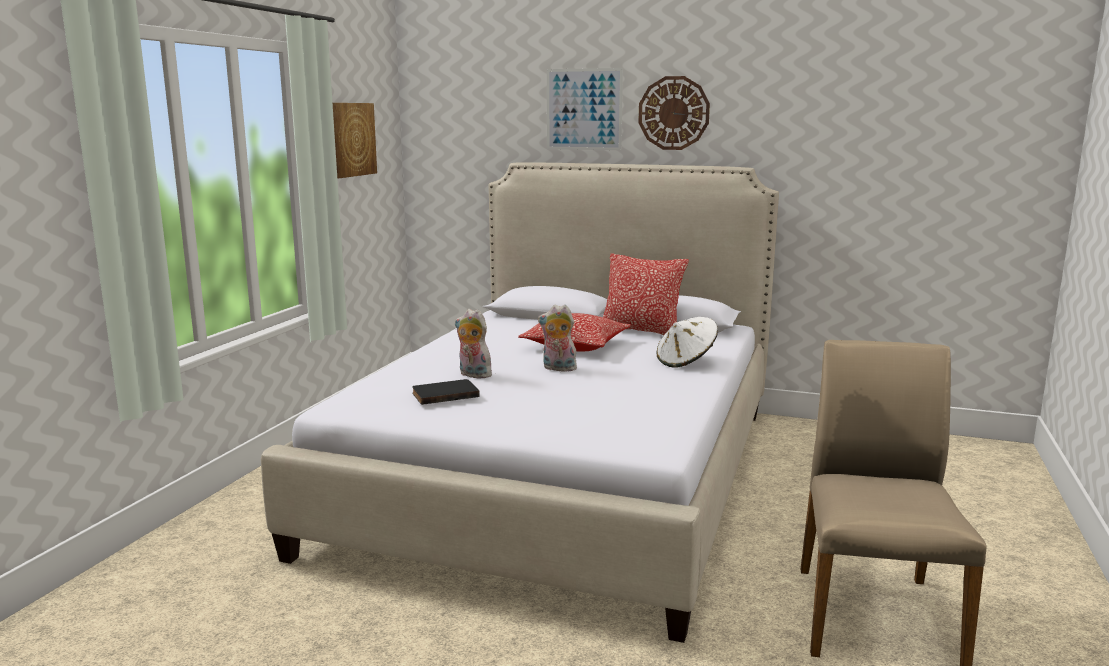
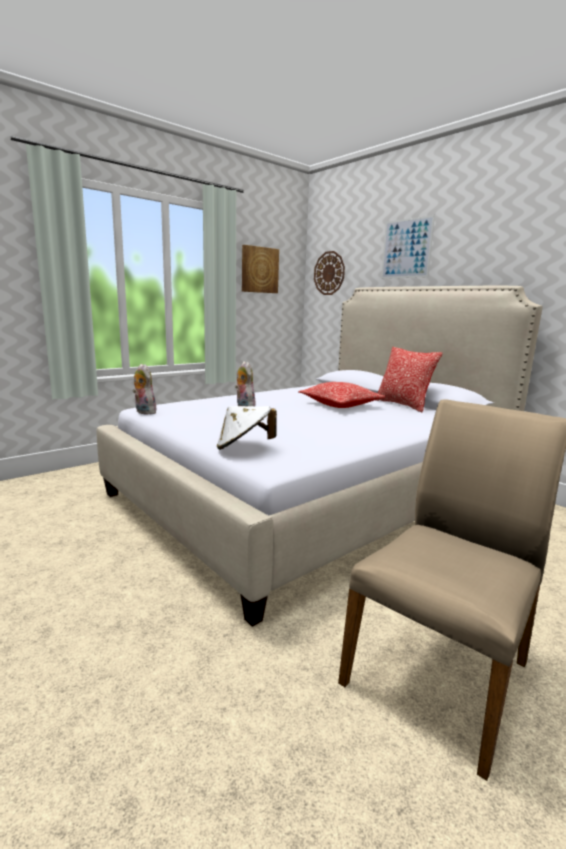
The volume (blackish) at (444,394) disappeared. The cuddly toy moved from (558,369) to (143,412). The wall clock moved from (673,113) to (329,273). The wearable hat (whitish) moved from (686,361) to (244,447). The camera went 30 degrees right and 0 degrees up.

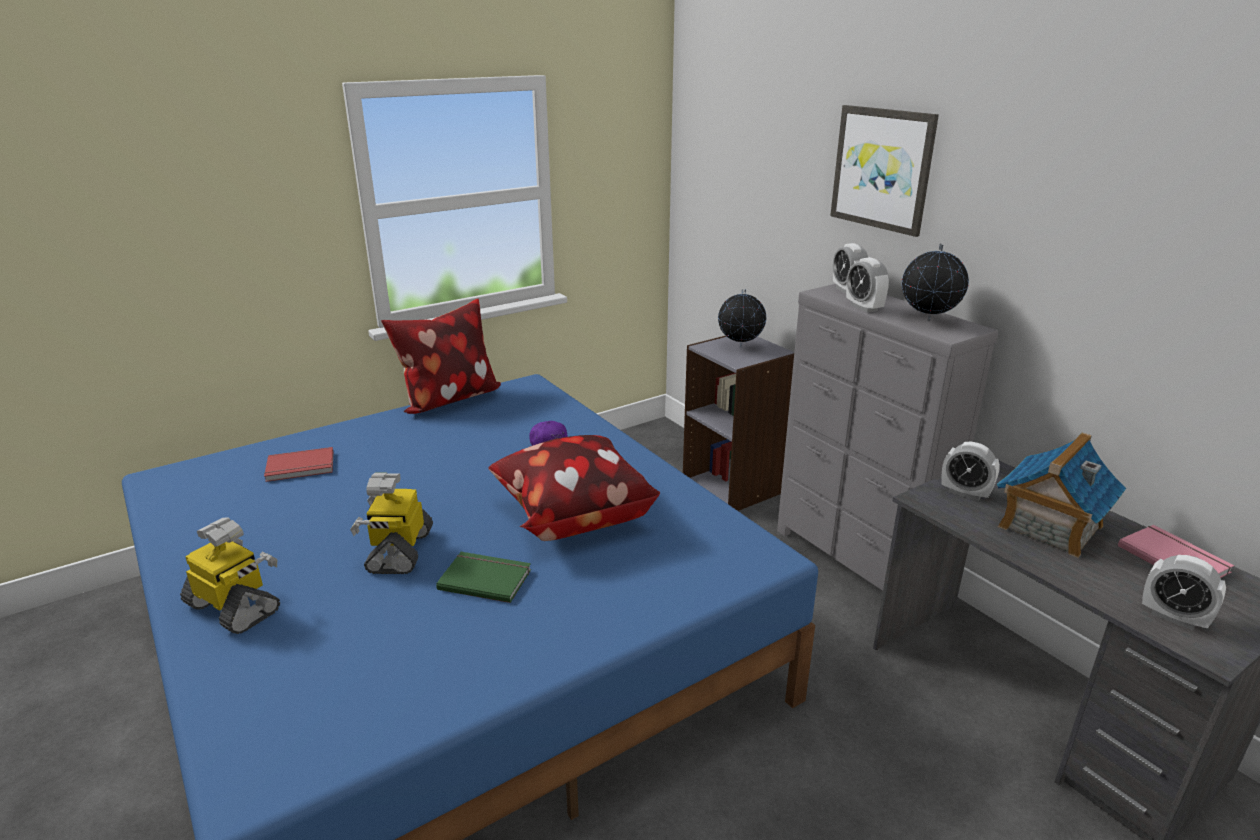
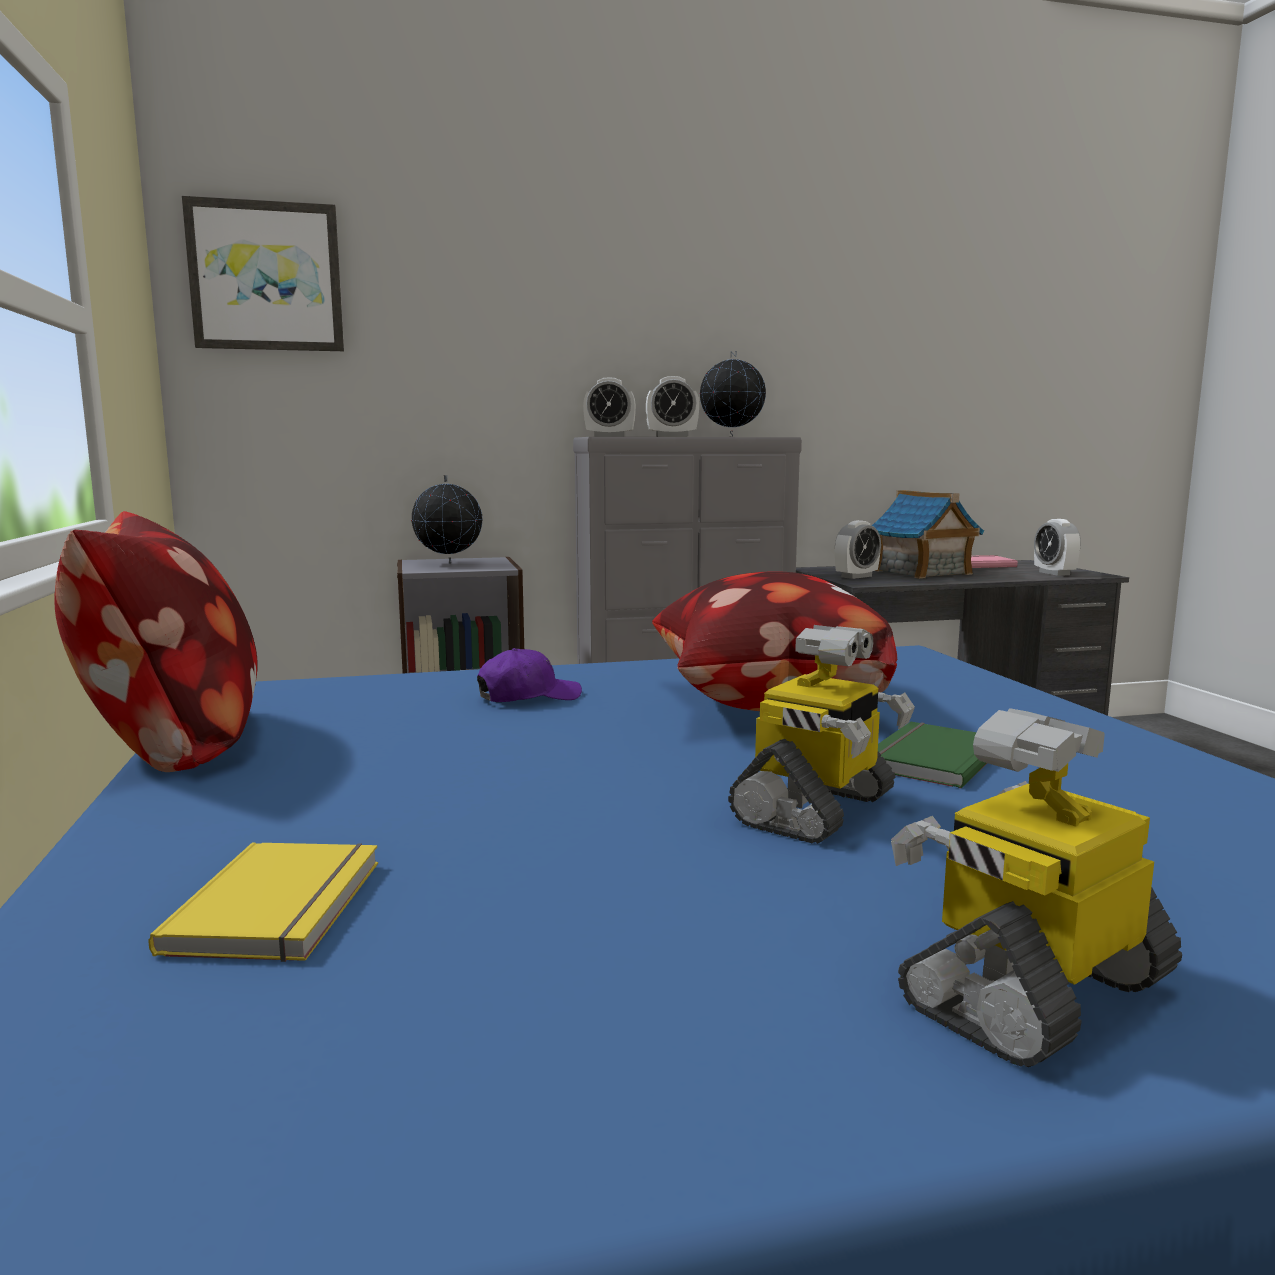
The wall art moved from (882,169) to (266,277). The volume (red-coloured) at (300,467) became the volume (yellow-coloured) at (283,905). The toy robot at (399,551) turned 75 degrees counterclockwise. The bedside clock at (1173,617) turned 105 degrees clockwise. The camera went 70 degrees left and 15 degrees down.

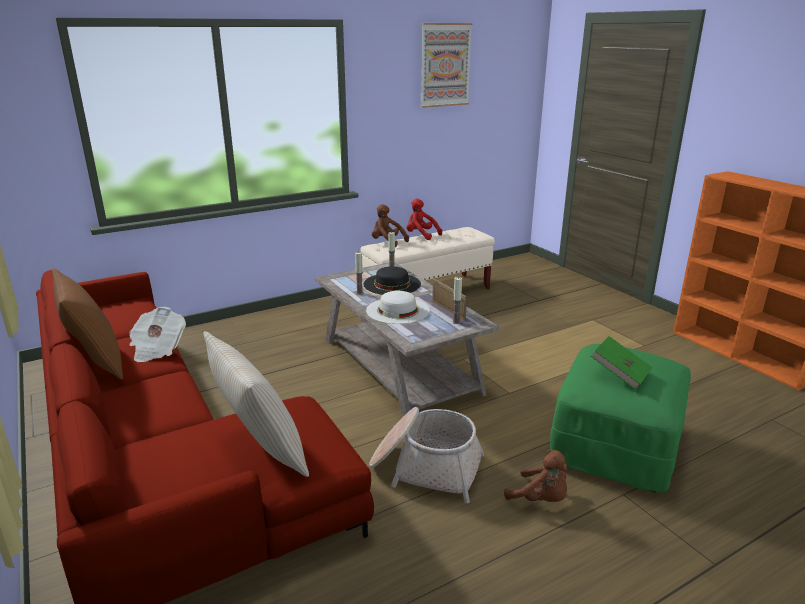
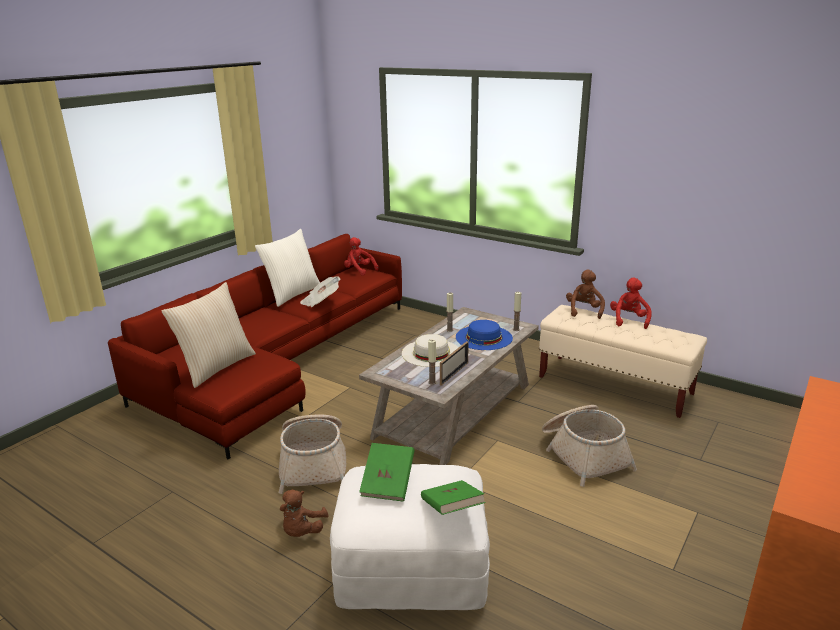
The wall art at (445,65) disappeared. The cuddly toy (red-coloured) at (359,270) appeared. The volume (green-coloured) at (451,509) appeared. The household basket at (583,454) appeared. The pillow (brown) at (96,363) became the pillow (whitish) at (292,294). The wearable hat (blackish) at (392,284) became the wearable hat (blue-coloured) at (484,337). The footrest (green-coloured) at (616,445) became the footrest (whitish) at (411,569). The camera went 65 degrees right and 0 degrees up.

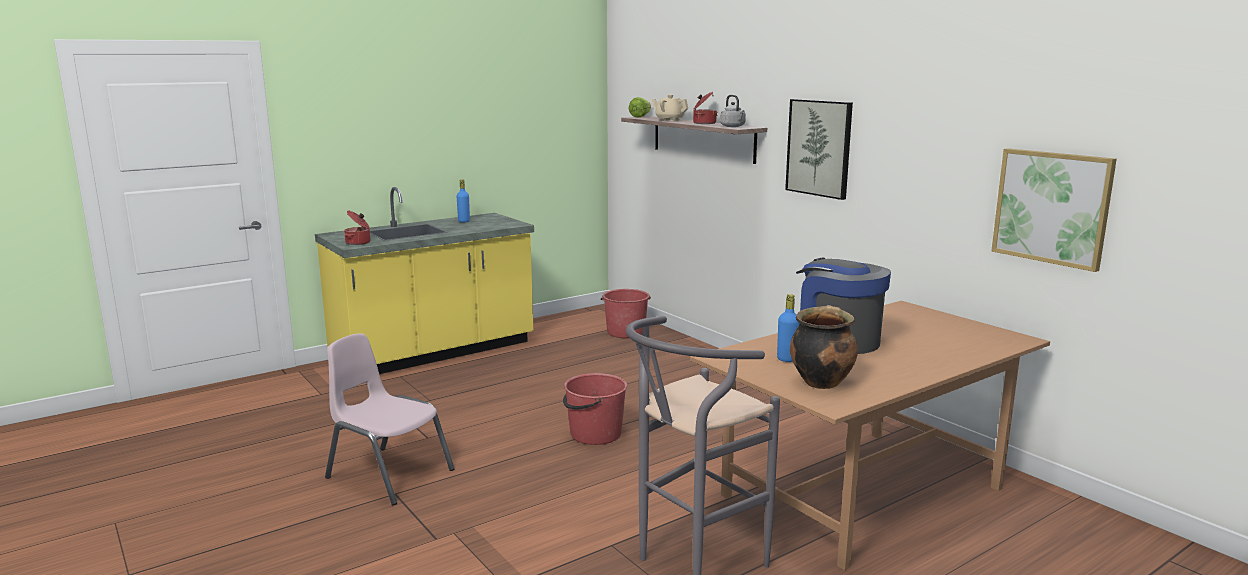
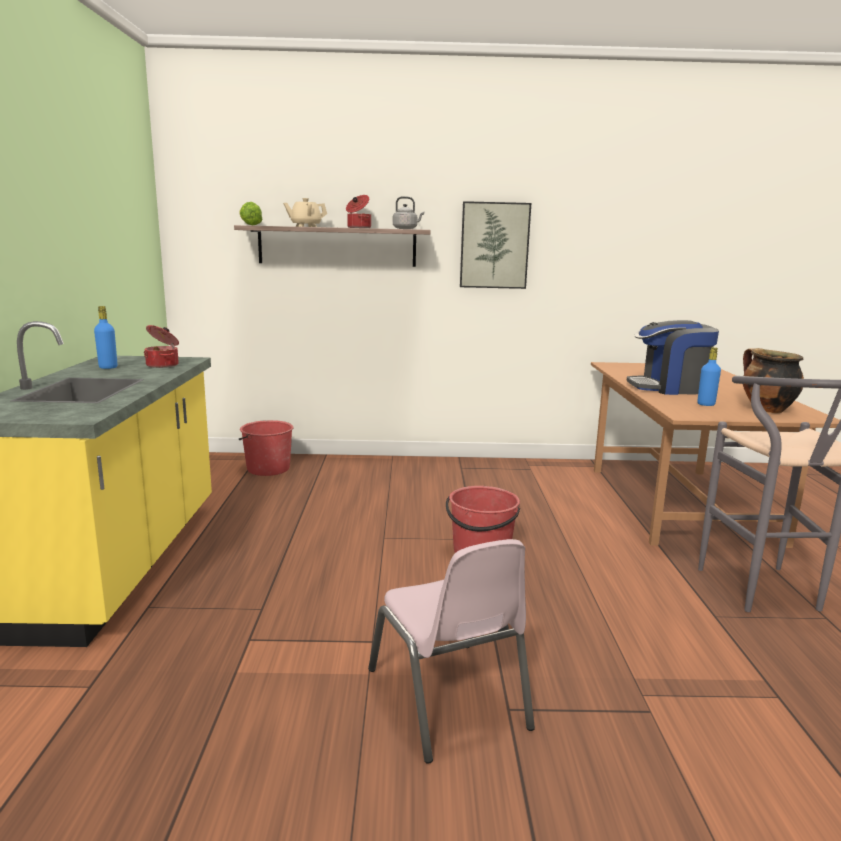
The wall art at (1052,207) disappeared. The stockpot moved from (358,242) to (163,365). The plain chair (pink-coloured) at (389,474) turned 90 degrees counterclockwise. The camera went 55 degrees left and 0 degrees up.

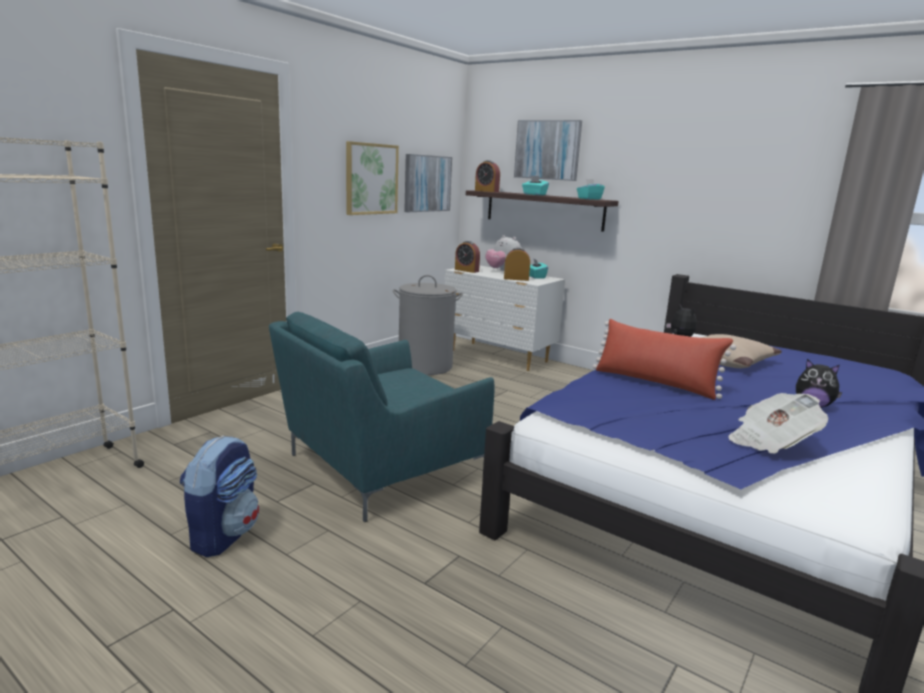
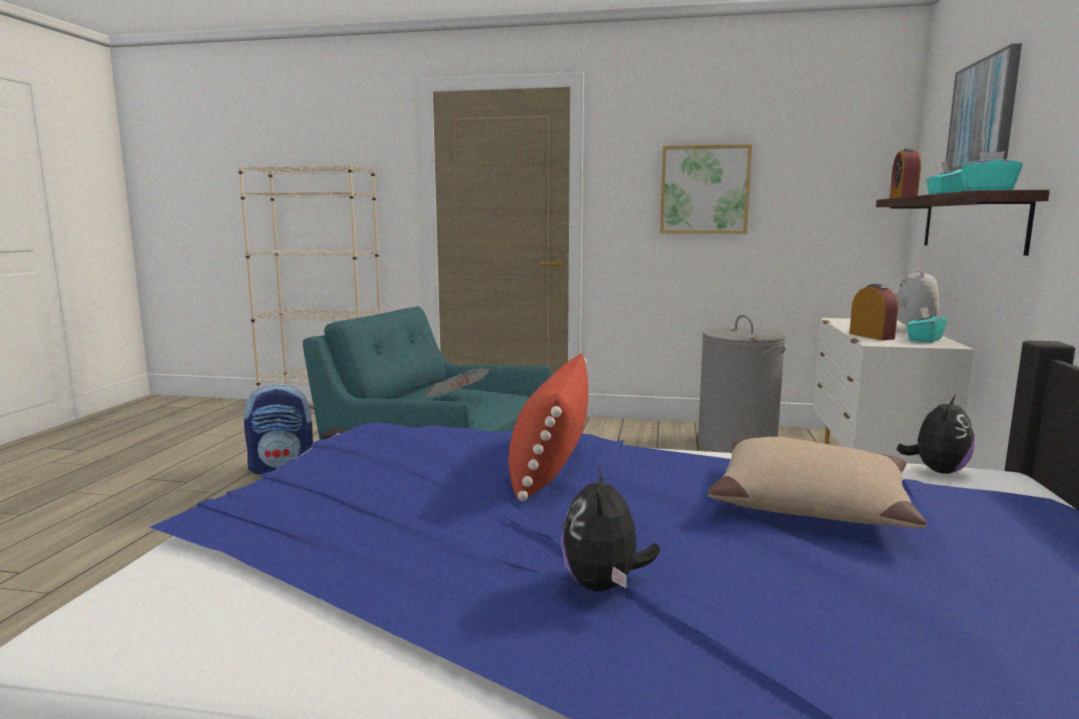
The wall art at (427,183) disappeared. The bedside clock at (466,270) disappeared. The daily paper moved from (771,442) to (456,401). The camera went 65 degrees right and 5 degrees down.

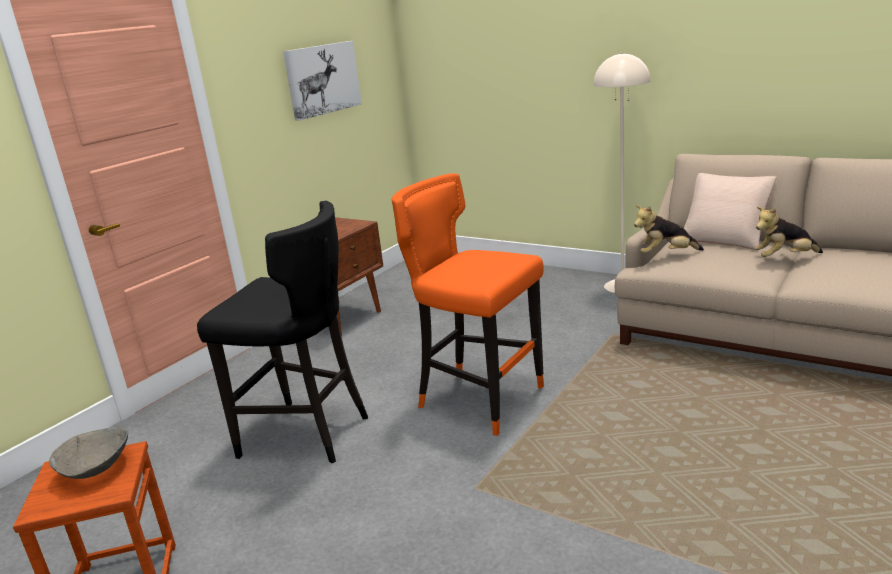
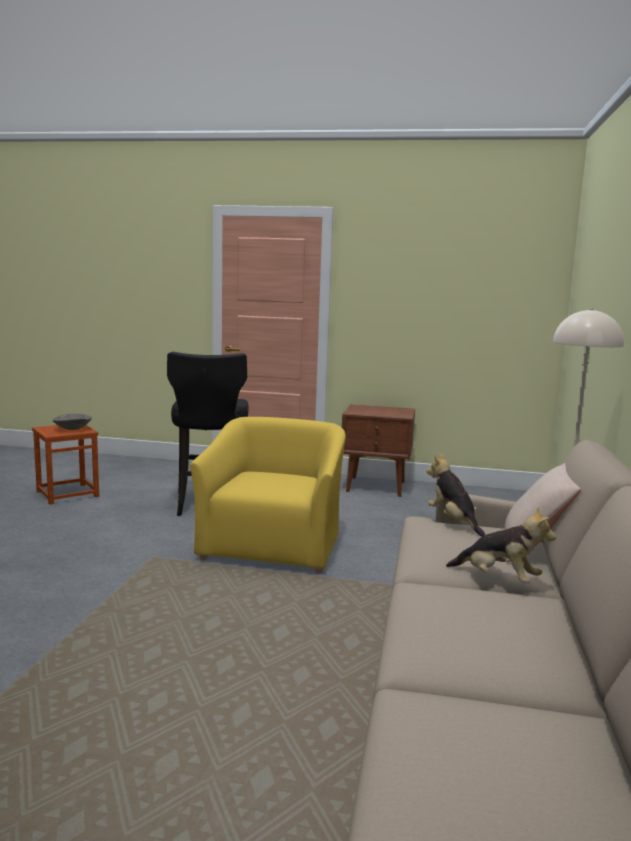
The wall art at (322,79) disappeared. The stool seat (orange) at (479,399) was replaced by the easy chair (yellow-coloured) at (272,546). The cuddly toy at (784,258) turned 150 degrees clockwise. The camera went 65 degrees right and 10 degrees down.

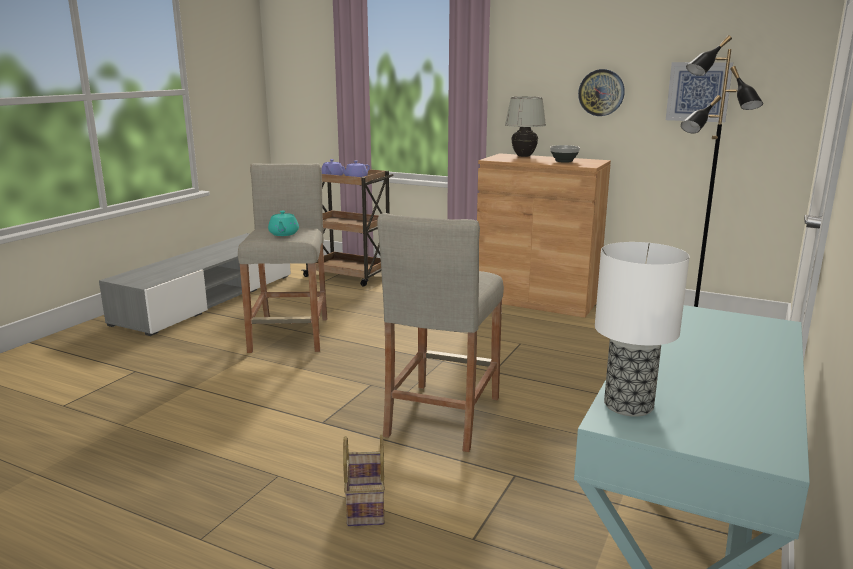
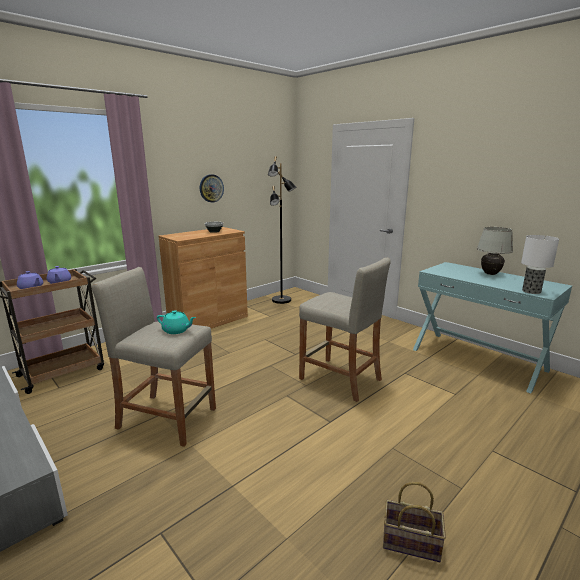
The wall art at (698,92) disappeared. The household basket moved from (364,503) to (409,543). The lamp for a table (whitish) moved from (524,156) to (490,274). The camera went 70 degrees left and 0 degrees up.

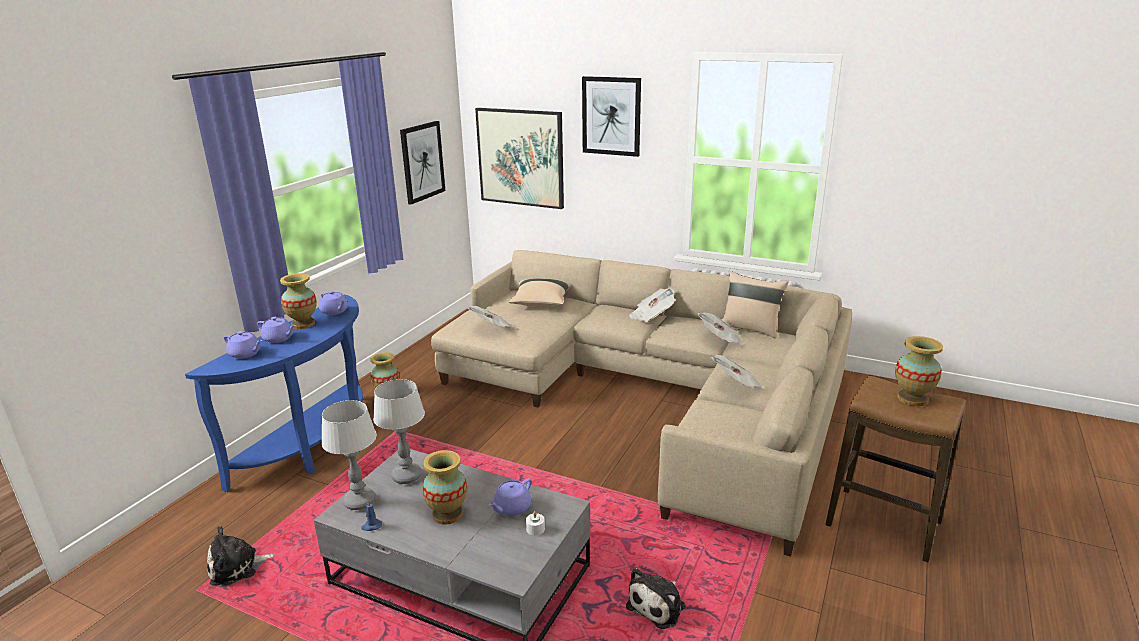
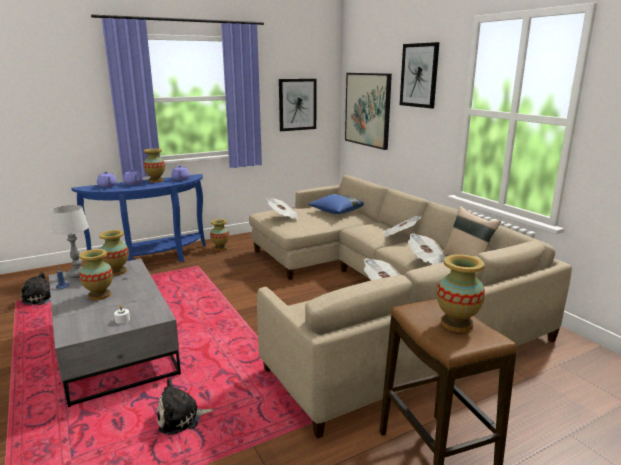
The teapot (purple-coloured) at (511,508) disappeared. The lamp for a table at (406,476) was replaced by the vase at (116,271). The pillow (beige-coloured) at (541,303) became the pillow (blue-coloured) at (336,212). The camera went 35 degrees right and 5 degrees down.

